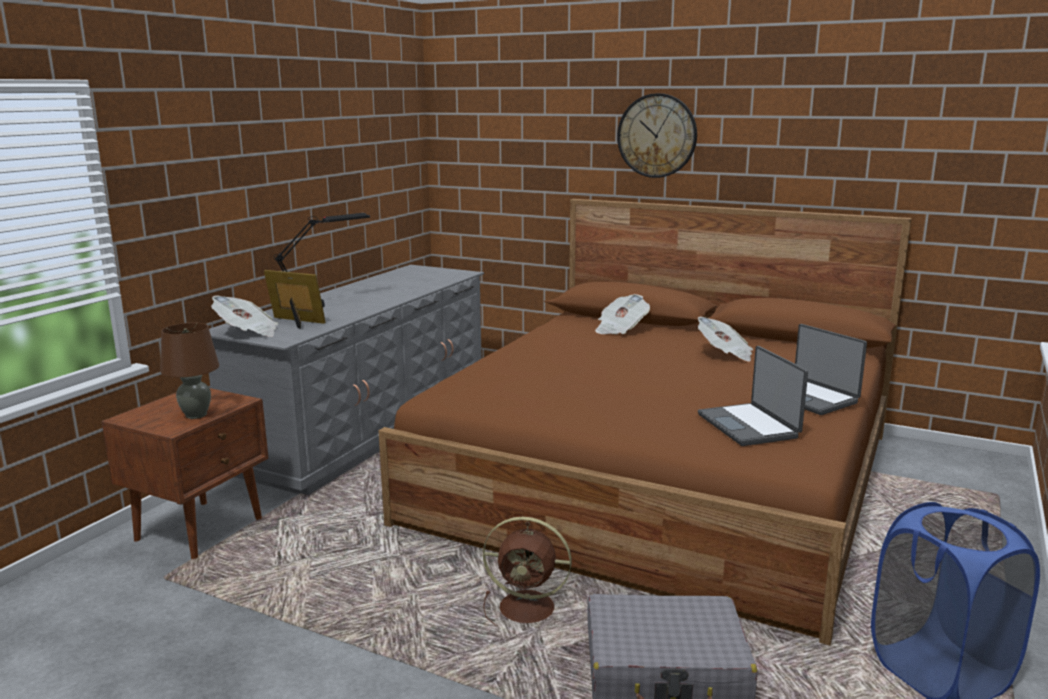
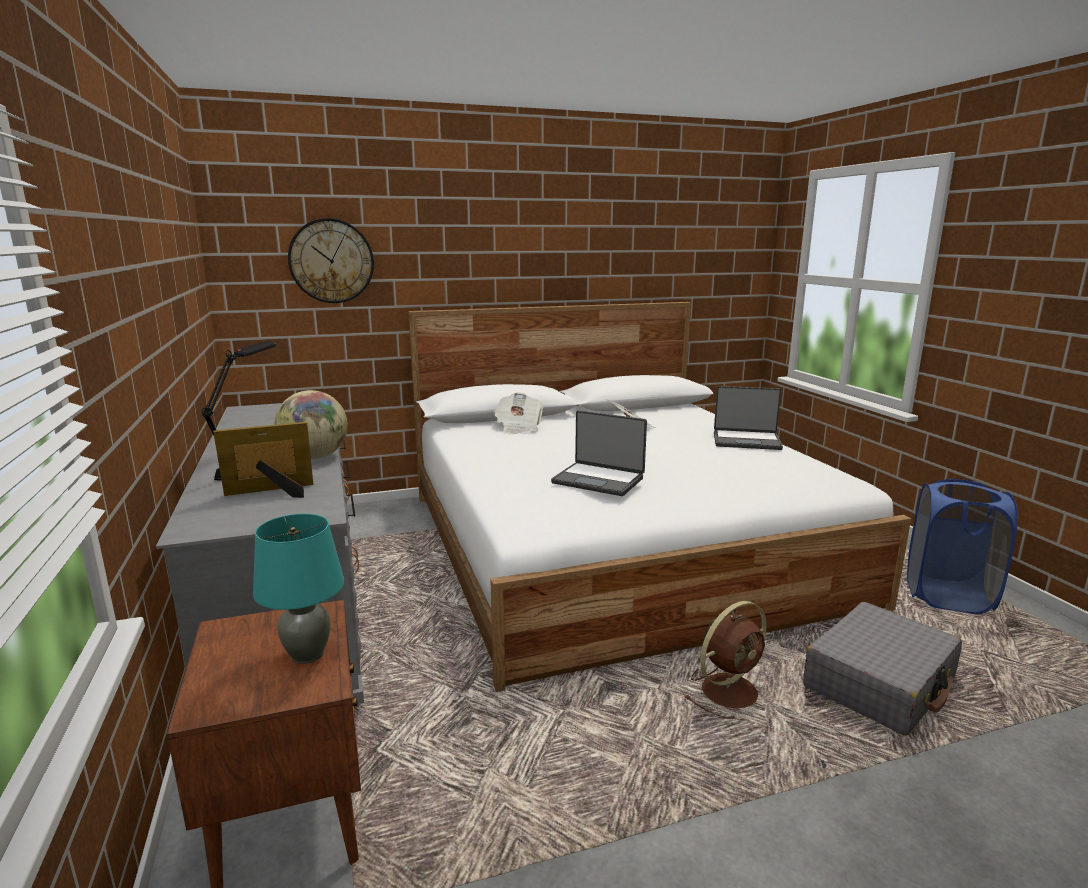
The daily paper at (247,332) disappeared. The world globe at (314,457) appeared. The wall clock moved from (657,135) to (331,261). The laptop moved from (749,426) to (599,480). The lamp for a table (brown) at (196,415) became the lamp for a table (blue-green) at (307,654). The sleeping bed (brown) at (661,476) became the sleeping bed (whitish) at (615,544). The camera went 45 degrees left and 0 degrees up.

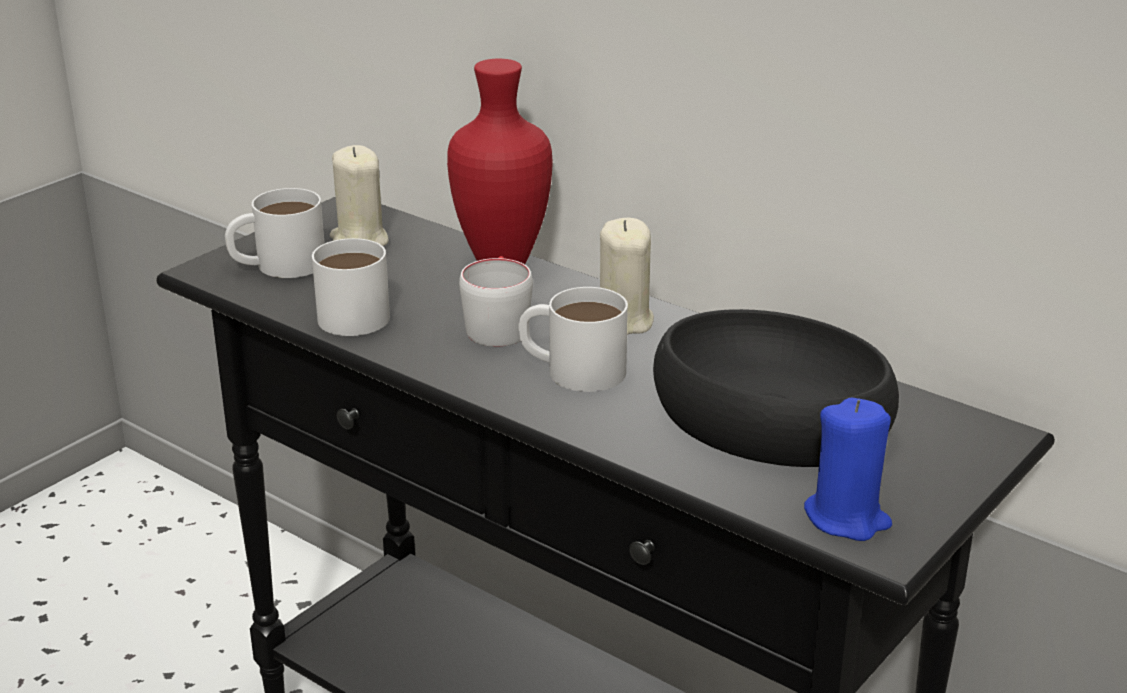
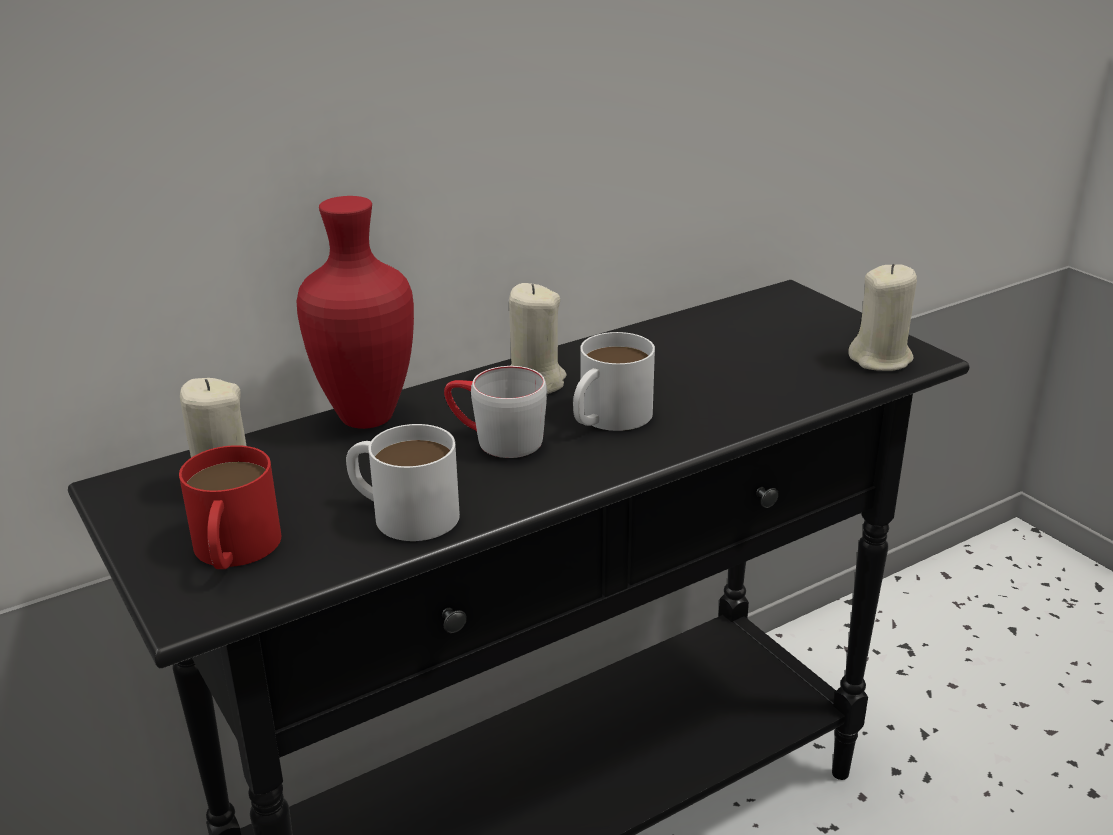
The deep dish (blackish) at (768,419) disappeared. The coffee mug (whitish) at (277,265) became the coffee mug (red-coloured) at (233,552). The wax light (blue-coloured) at (847,518) became the wax light (beige-coloured) at (881,359). The camera went 70 degrees left and 0 degrees up.

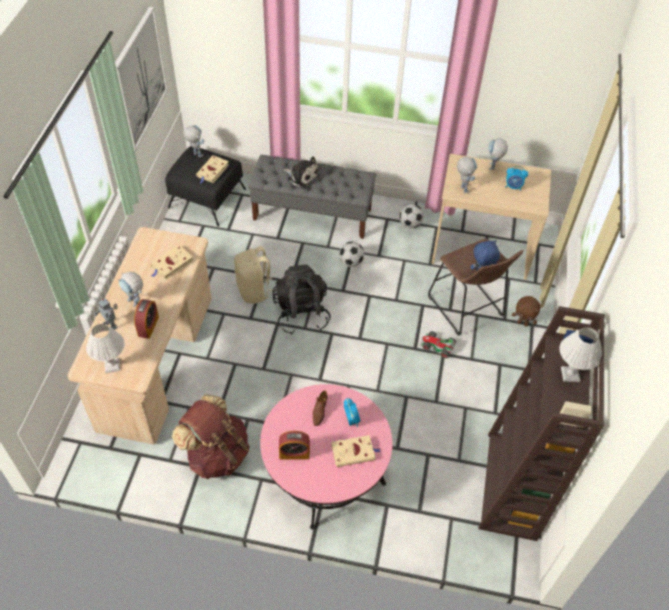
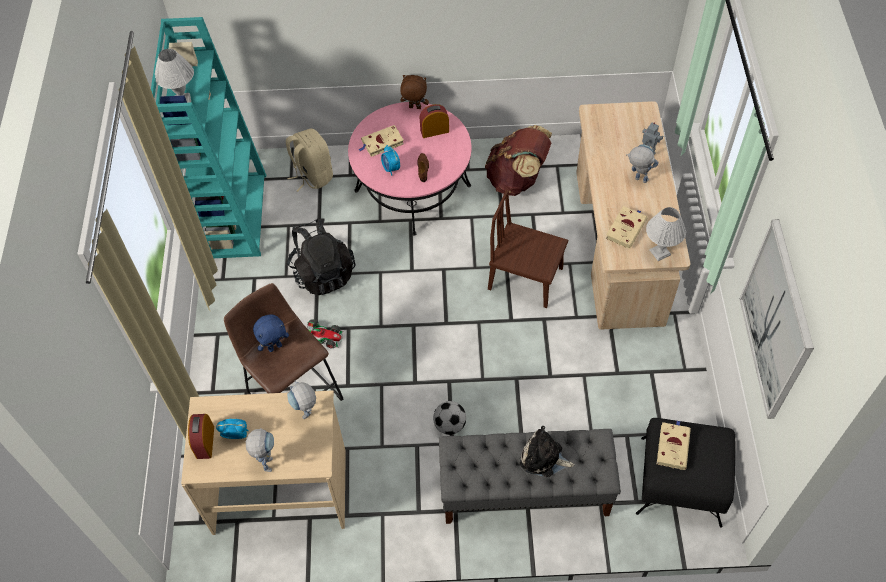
The toy robot at (195,153) disappeared. The football at (410,224) disappeared. The plain chair (brown) at (525,278) appeared. The lamp for a table (whitish) moved from (112,365) to (660,252). The bedside clock moved from (148,326) to (205,442). The rucksack (beige-coloured) moved from (254,290) to (312,175). The rucksack (blackish) moved from (301,313) to (323,272). The cuddly toy (brown) moved from (522,323) to (414,108). The bookshelf (brown) at (512,486) became the bookshelf (blue-green) at (235,215). The camera went 170 degrees right and 5 degrees up.

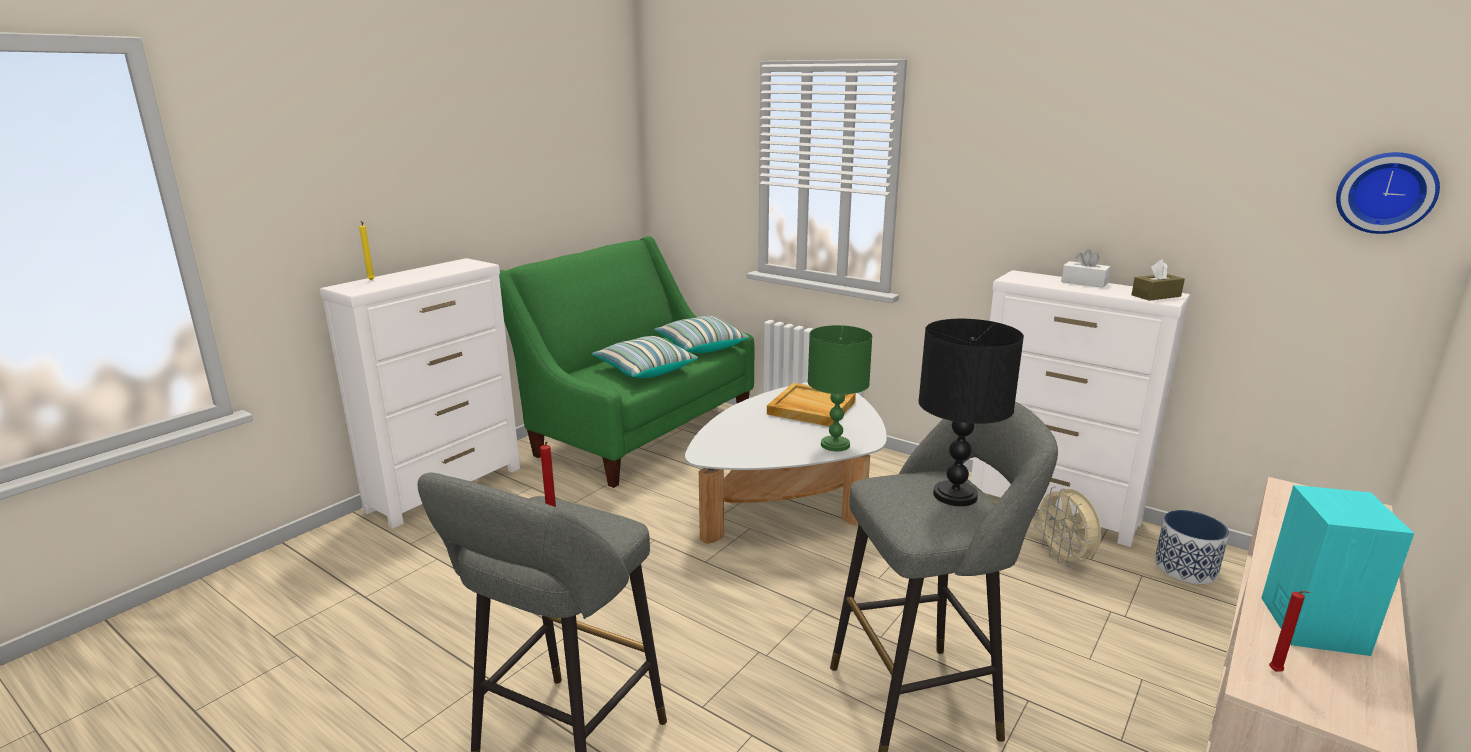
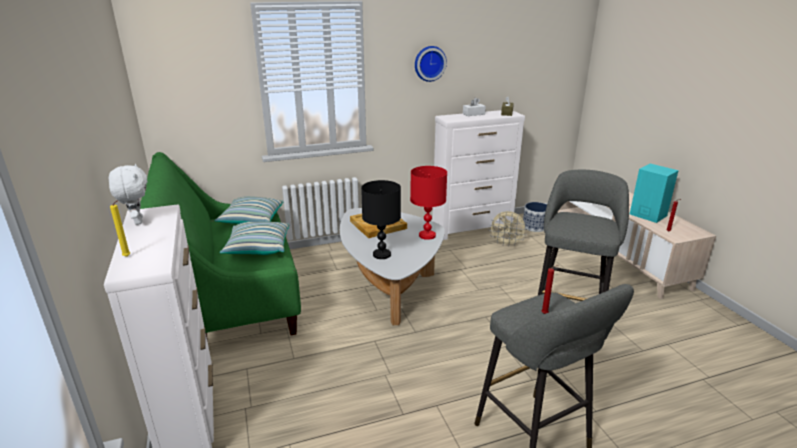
The cuddly toy (whitish) at (137,221) appeared. The lamp for a table (blackish) moved from (956,495) to (382,254). The wall clock moved from (1386,192) to (429,63). The lamp for a table (green-coloured) at (835,444) became the lamp for a table (red-coloured) at (426,235). The camera went 55 degrees left and 5 degrees up.

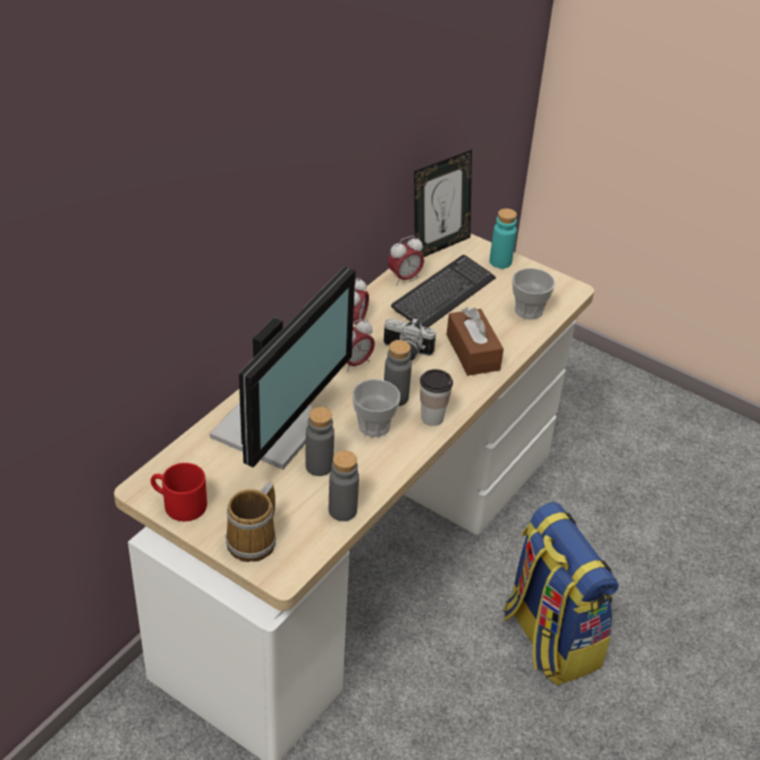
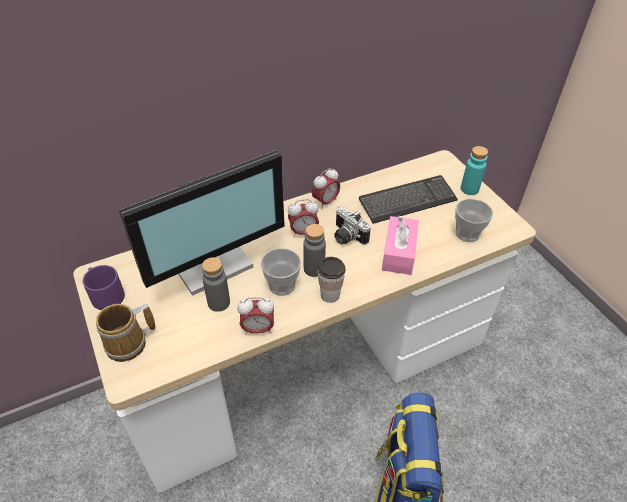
The bottle (gray) at (342,510) disappeared. The picture frame at (439,246) disappeared. The bedside clock moved from (404,278) to (258,329). The coffee mug (red-coloured) at (178,504) became the coffee mug (purple-coloured) at (104,294). The tissue holder (brown) at (472,352) became the tissue holder (pink-coloured) at (399,253). The camera went 30 degrees right and 5 degrees up.

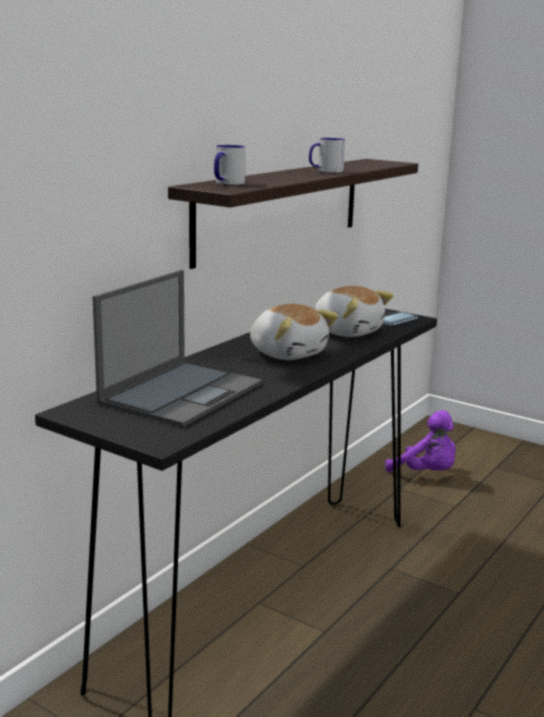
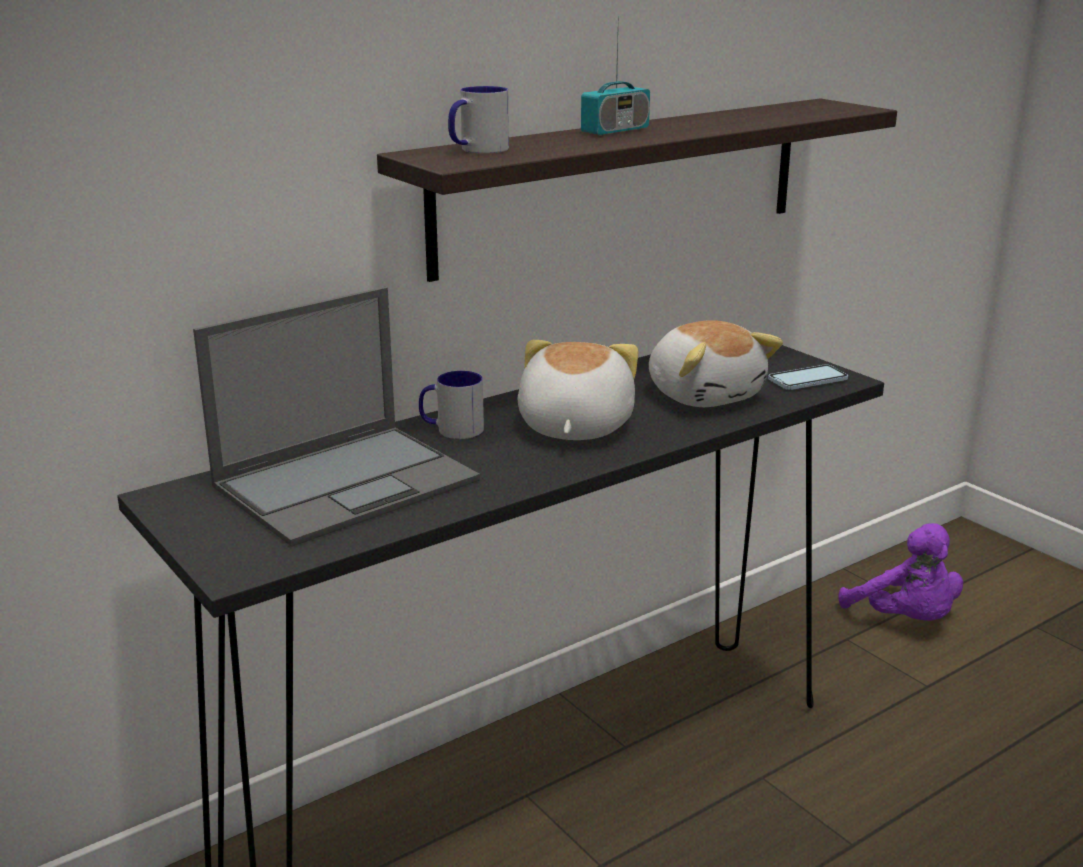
The radio receiver at (615,131) appeared. The coffee mug moved from (325,171) to (451,430). The cuddly toy at (288,353) turned 150 degrees counterclockwise. The camera went 20 degrees right and 5 degrees up.

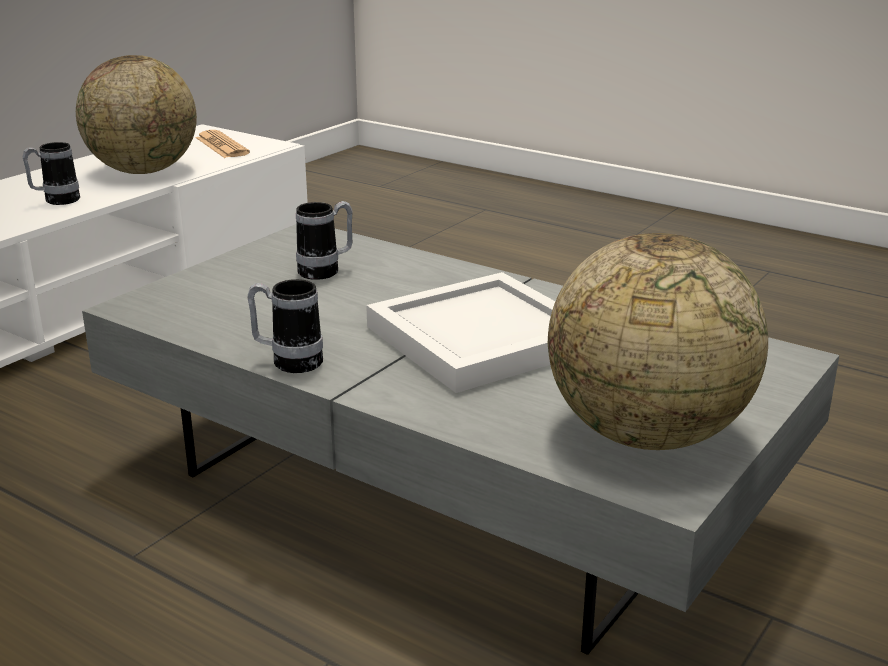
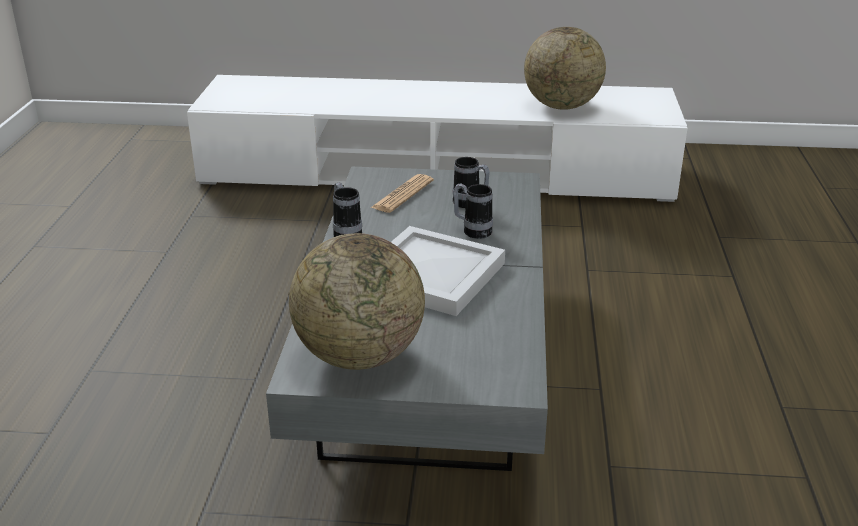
The coffee mug moved from (55,201) to (472,231). The daily paper moved from (222,146) to (402,194). The camera went 60 degrees right and 5 degrees up.

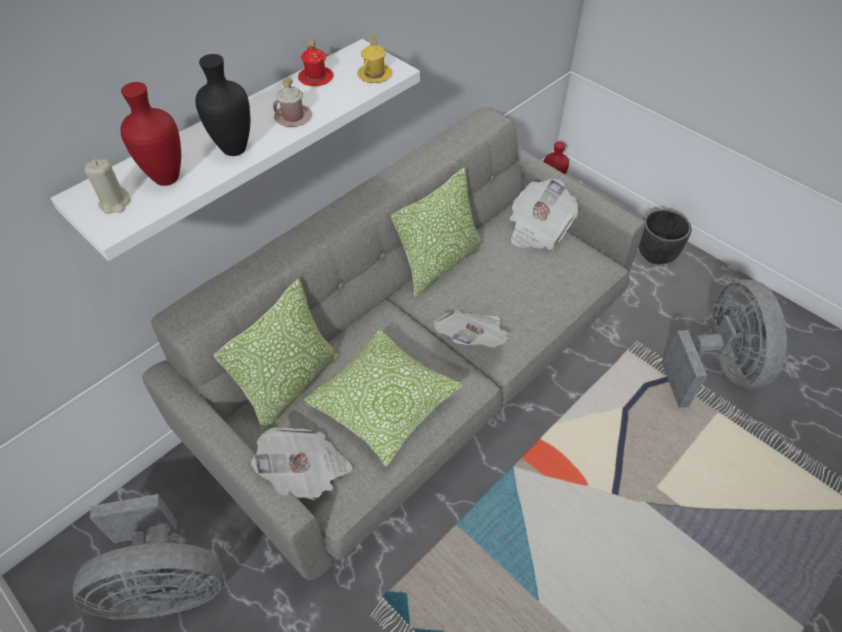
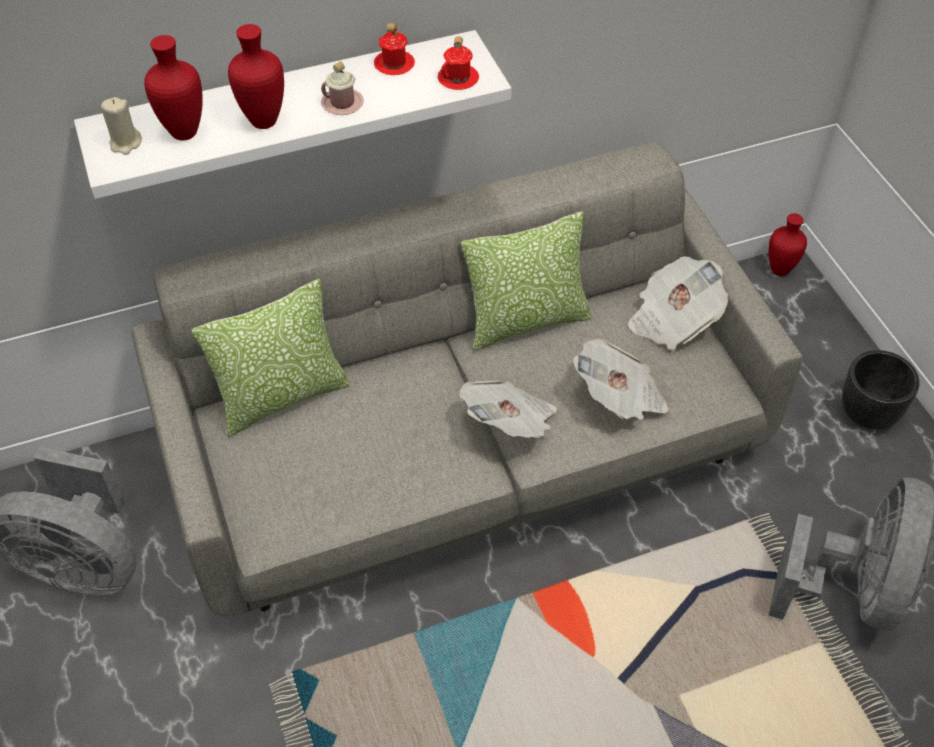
The pillow at (384,403) disappeared. The daily paper moved from (306,472) to (619,397). The vase (blackish) at (233,149) became the vase (red-coloured) at (263,121). The coffee mug (yellow-coloured) at (374,75) became the coffee mug (red-coloured) at (458,78). The camera went 25 degrees right and 0 degrees up.

